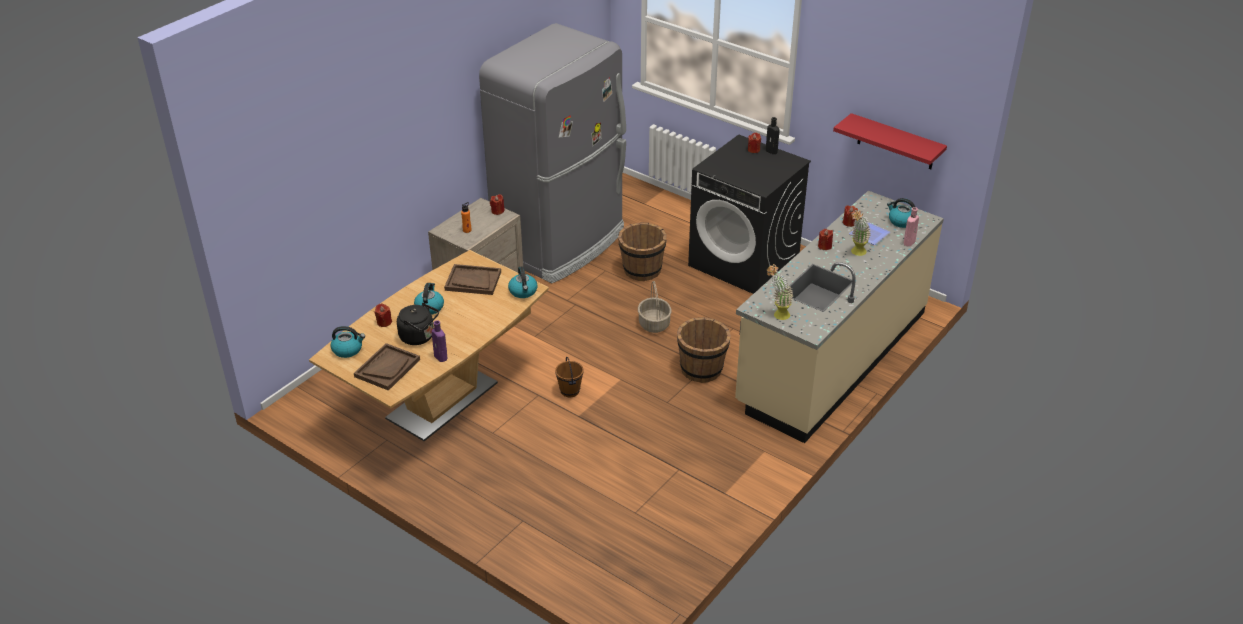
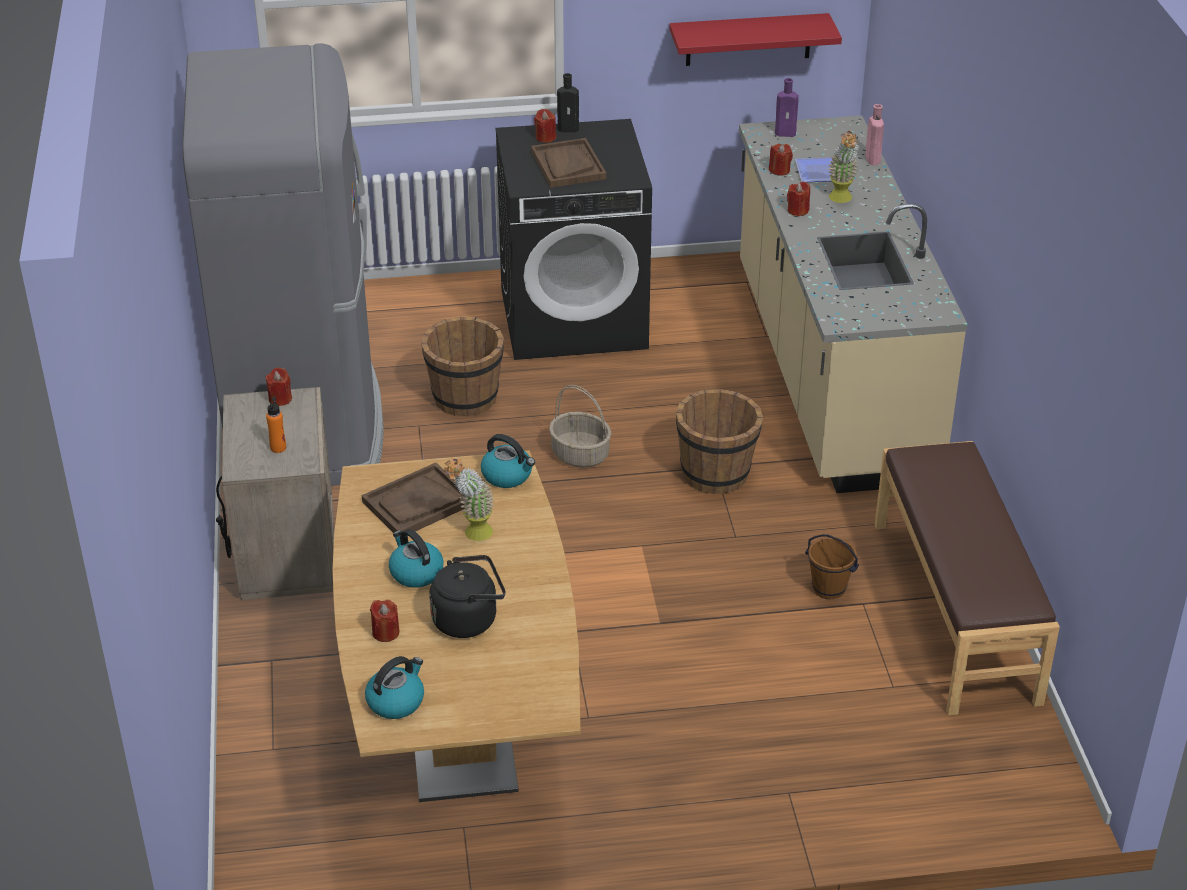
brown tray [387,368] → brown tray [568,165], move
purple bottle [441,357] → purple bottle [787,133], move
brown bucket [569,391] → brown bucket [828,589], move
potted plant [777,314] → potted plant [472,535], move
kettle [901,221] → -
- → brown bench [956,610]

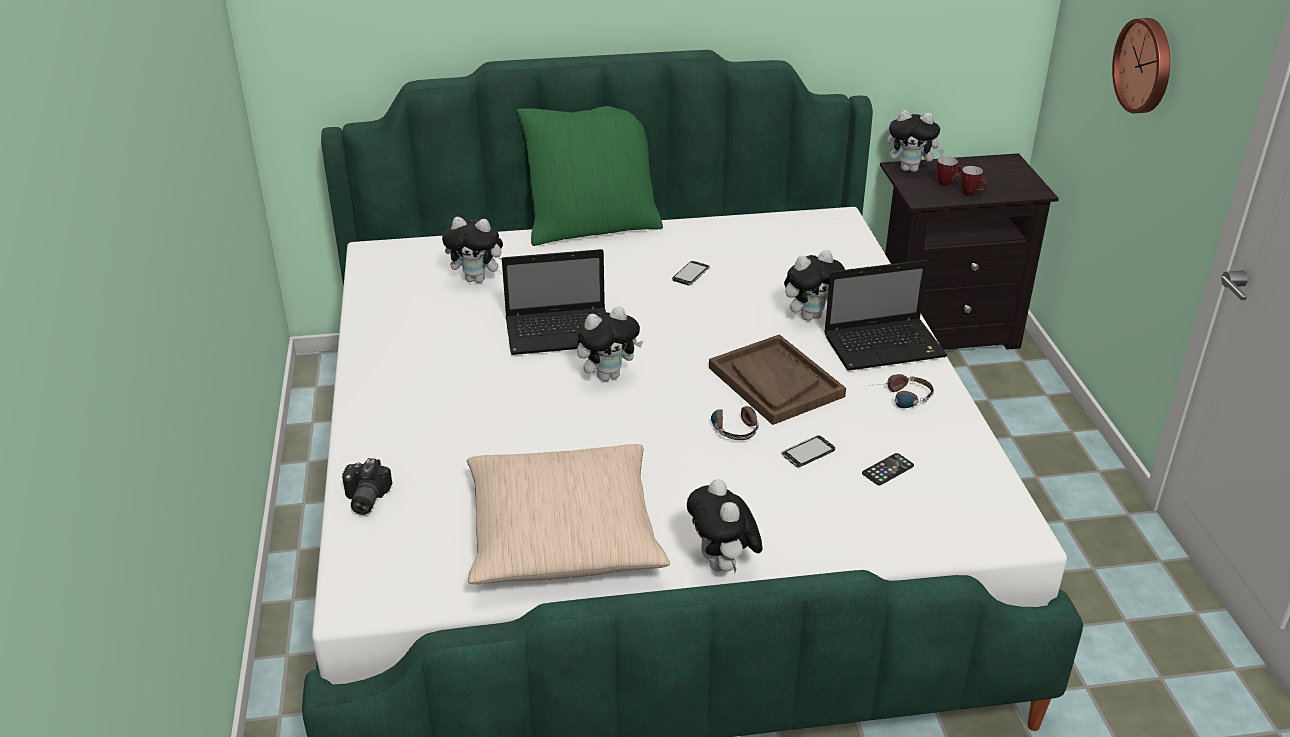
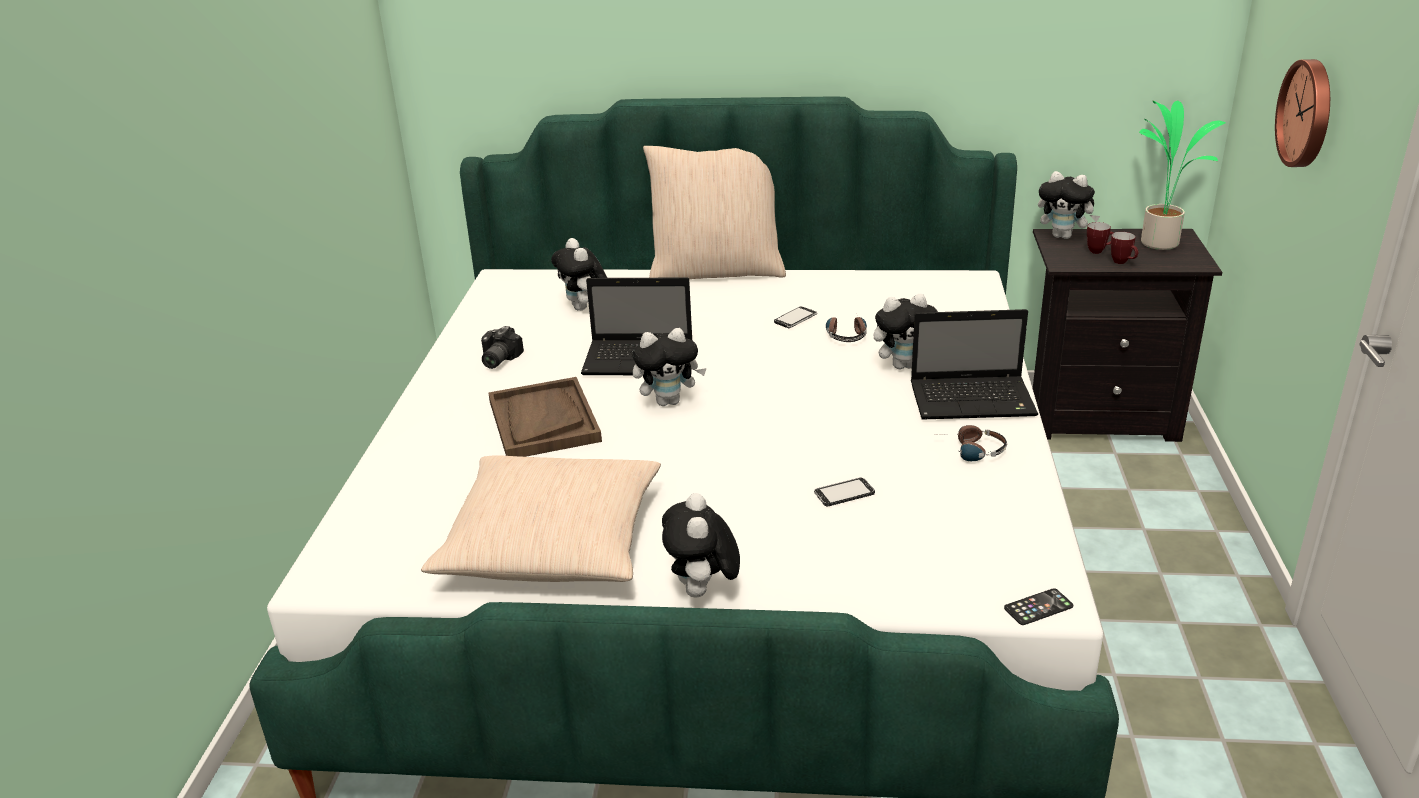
photo camera [363,499] → photo camera [497,360], move
plush toy [478,279] → plush toy [584,308], 45 degrees clockwise
green pillow [592,227] → beige pillow [717,271]
brown tray [775,382] → brown tray [543,421], move
headphones [733,426] → headphones [846,334], move
phone [887,470] → phone [1038,607], move
- → potted plant [1160,242]

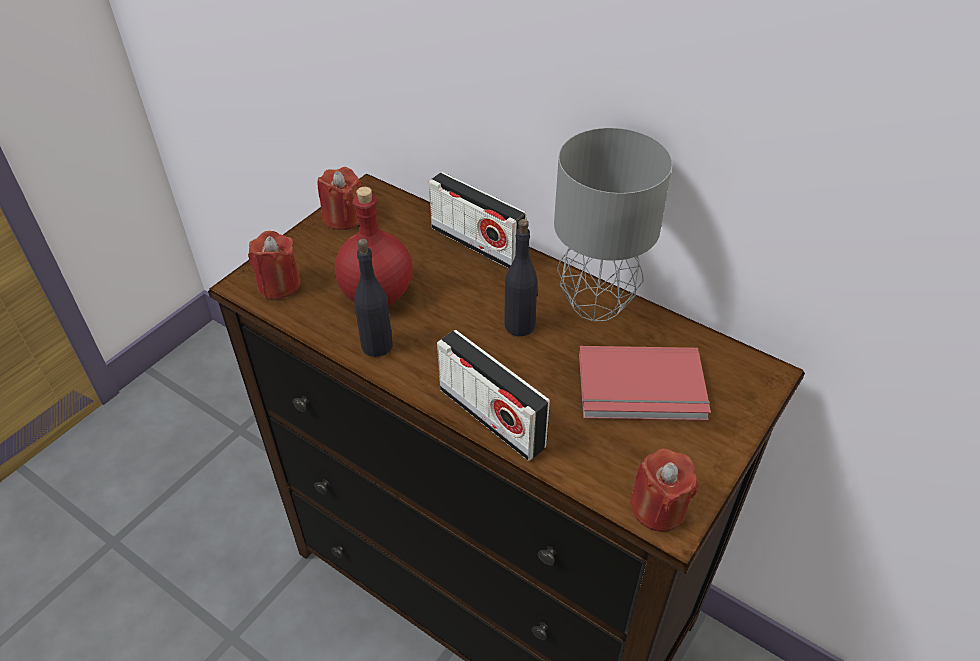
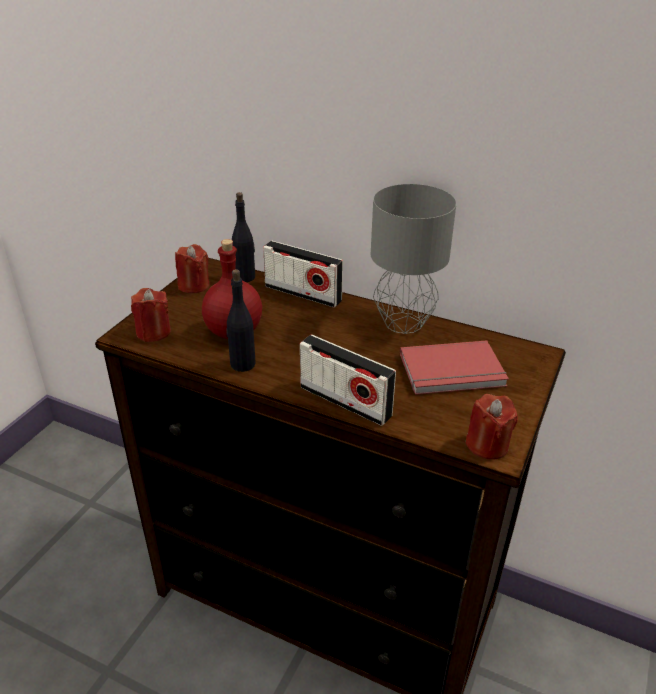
black bottle [520,325] → black bottle [245,277], move

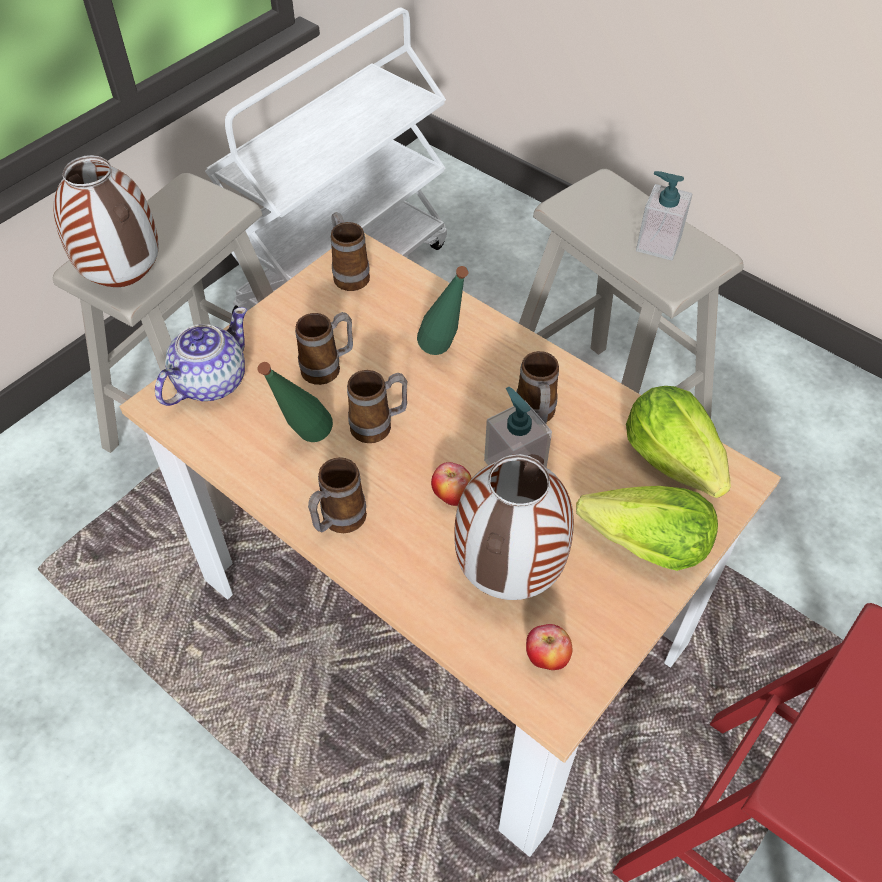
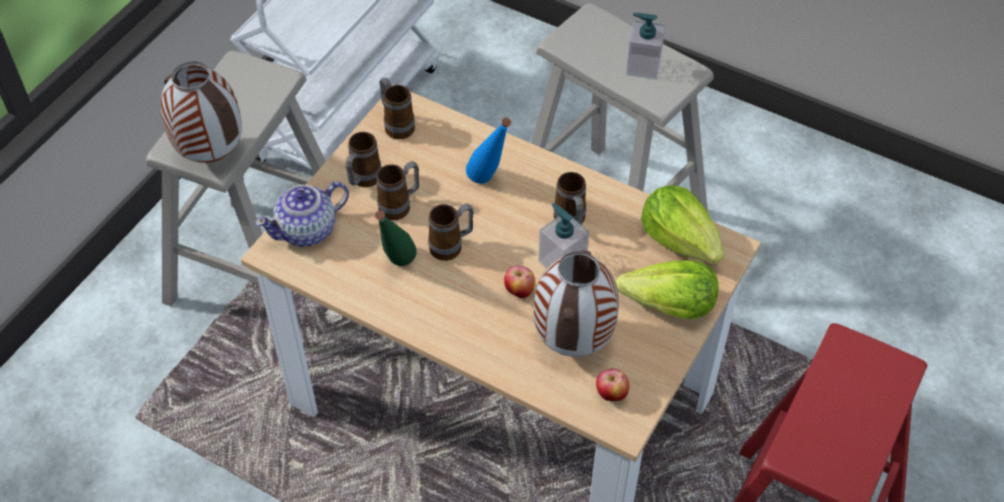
teapot [209,382] → teapot [308,230], 150 degrees counterclockwise
mug [338,522] → mug [363,181], move
green bottle [444,357] → blue bottle [490,184]

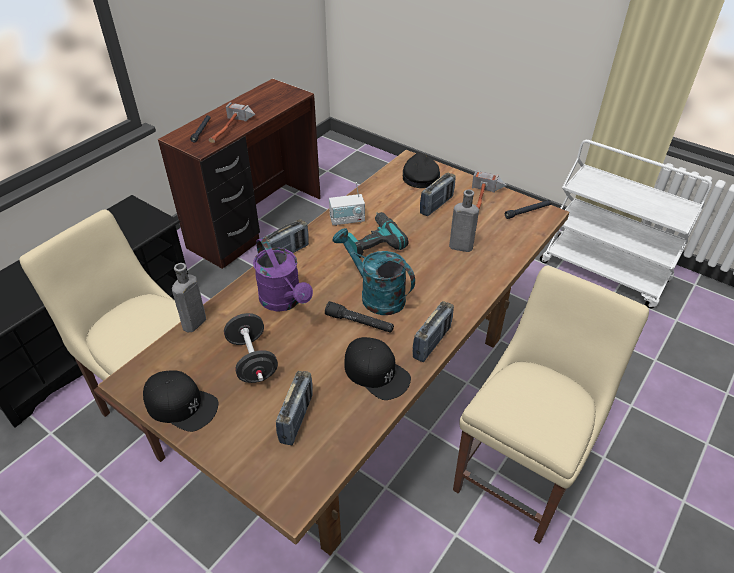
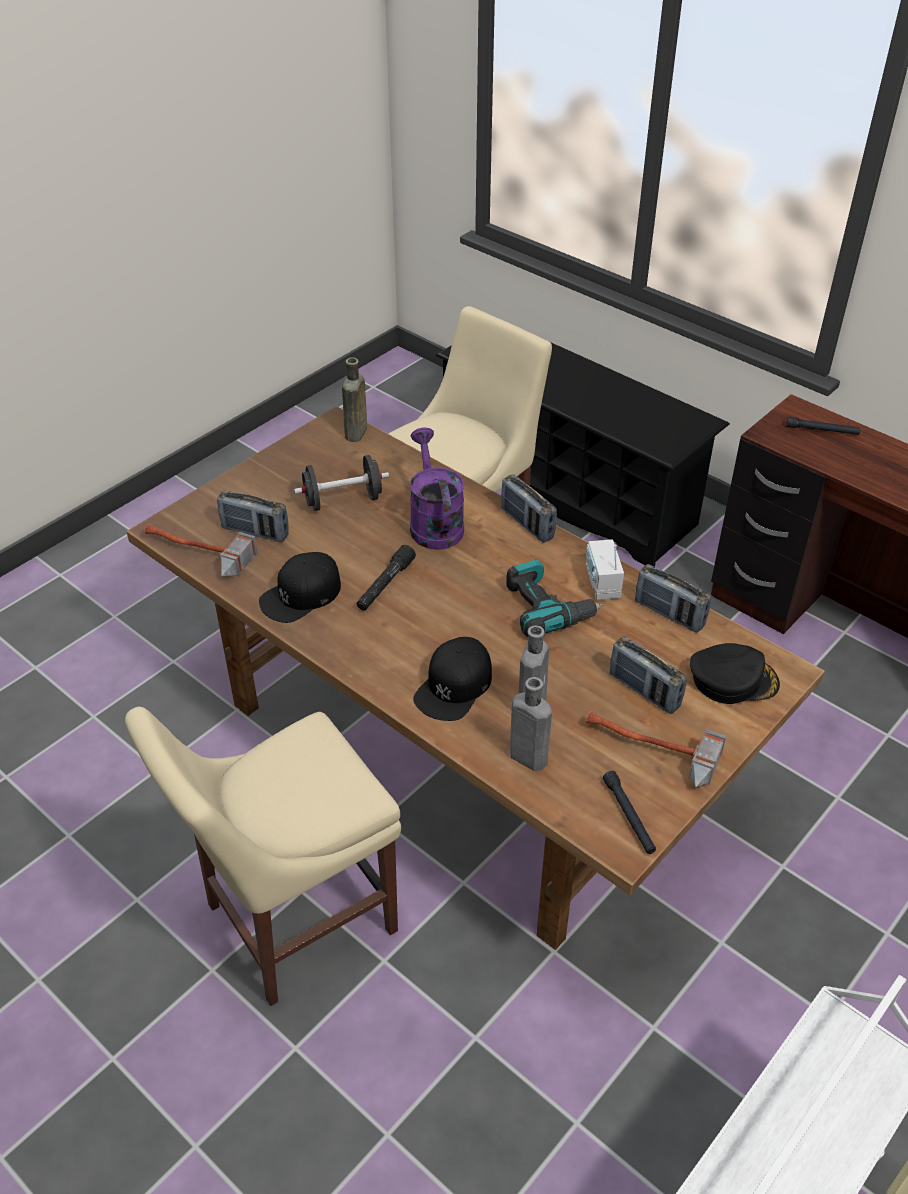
black cap [181,404] → black cap [454,686], move
grey bottle [193,324] → grey bottle [525,756], move
hammer [231,131] → hammer [194,555], move
purple watering can [284,301] → purple watering can [434,523], 105 degrees clockwise
turquoise watering can [376,295] → -
radio [432,343] → radio [669,614], move
beige chair [521,473] → beige chair [292,921], 105 degrees clockwise
- → brown bottle [355,434]

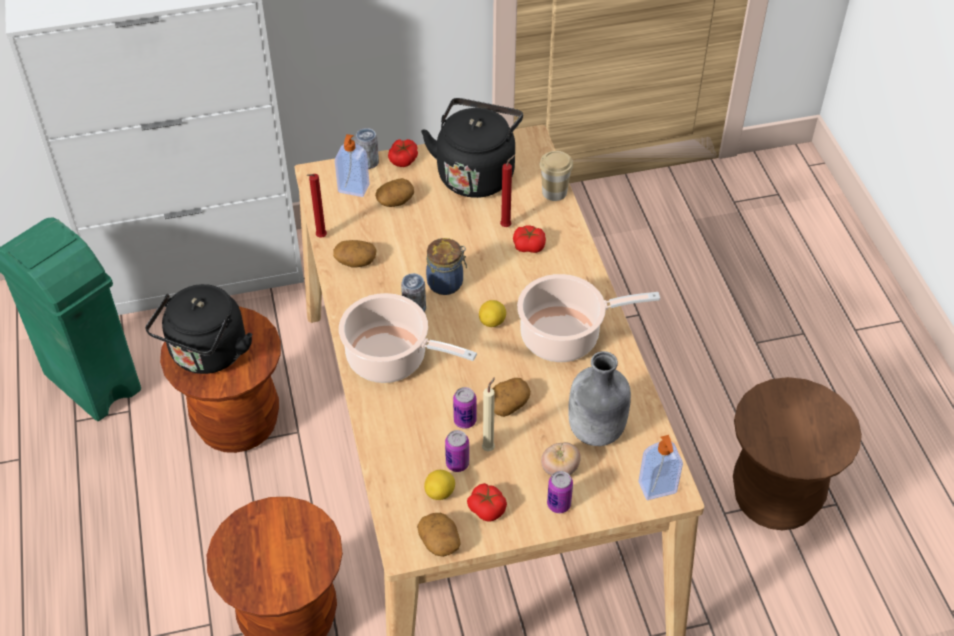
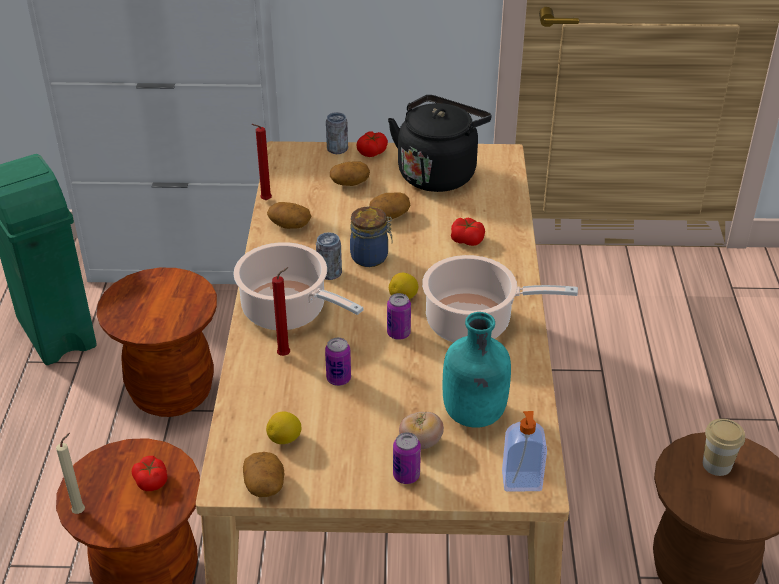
black kettle [207,355] → -
soap dispenser [353,189] → -
can [457,463] → can [398,333], move
tomato [487,508] → tomato [151,480], move
beige candle [489,447] → beige candle [81,511], move
potato [508,403] → potato [389,215], move
red candle [507,225] → red candle [286,355], move
cup [554,192] → cup [717,465], move
grey bottle [596,431] → turquoise bottle [473,415]

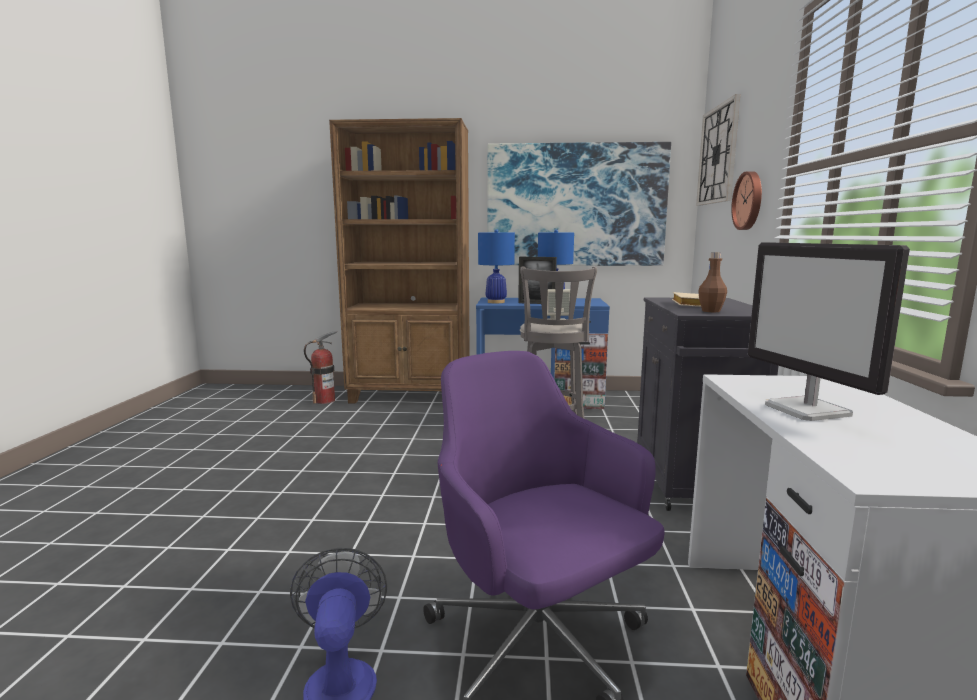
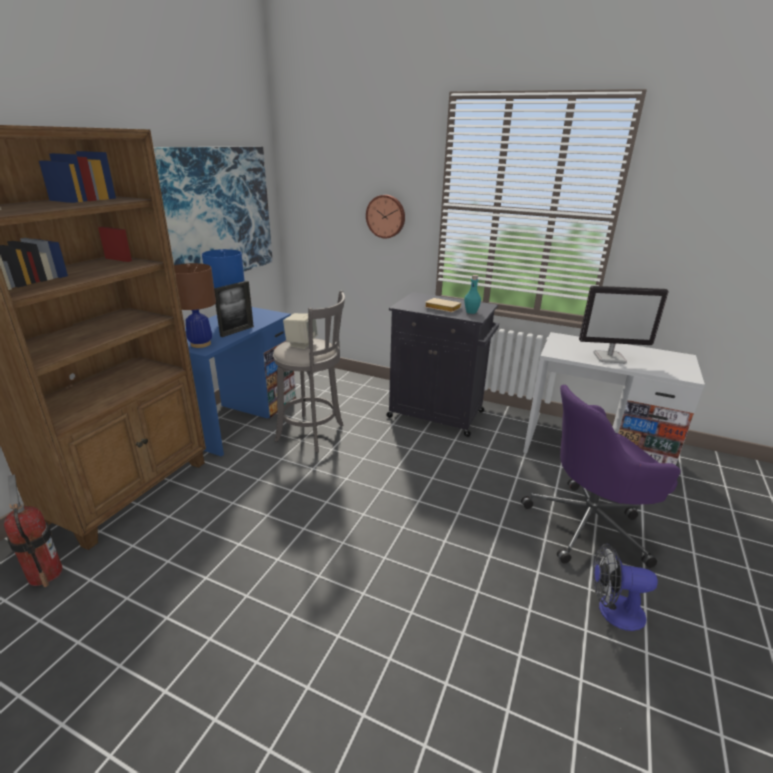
blue table lamp [496,302] → brown table lamp [200,344]
wall clock [718,155] → -
brown bottle [711,311] → turquoise bottle [471,312]

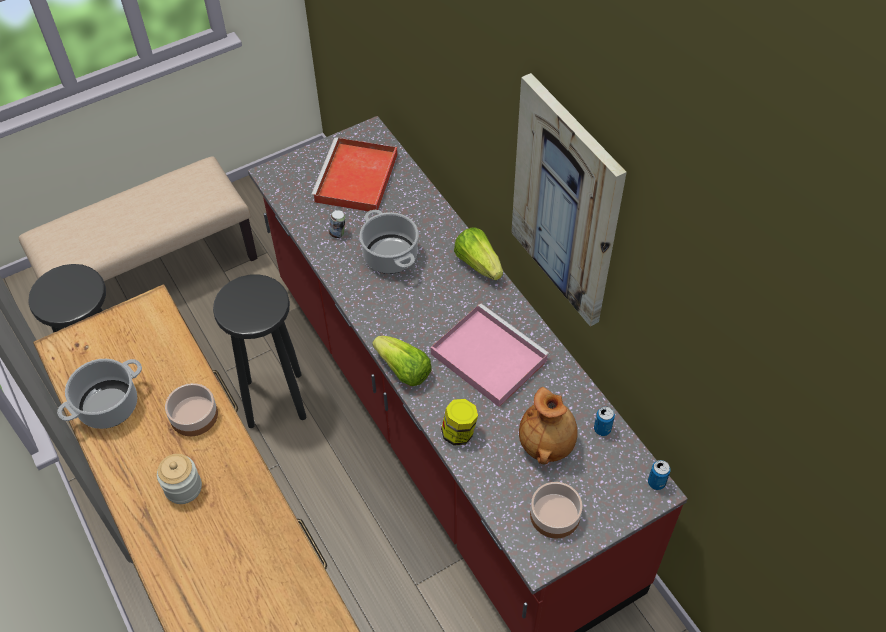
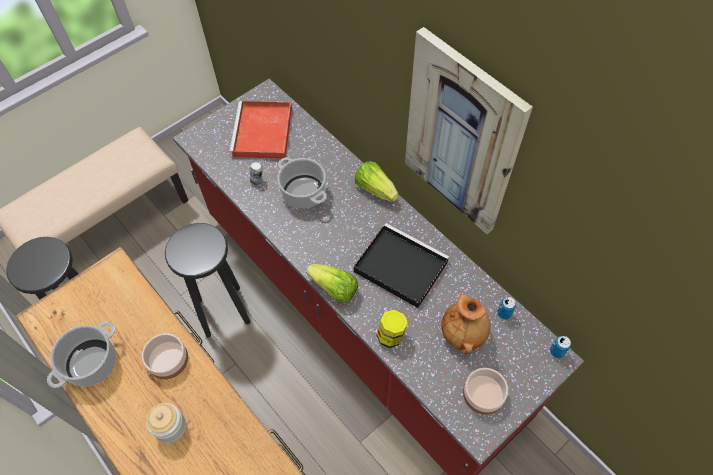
pink tray [486,356] → black tray [399,266]

